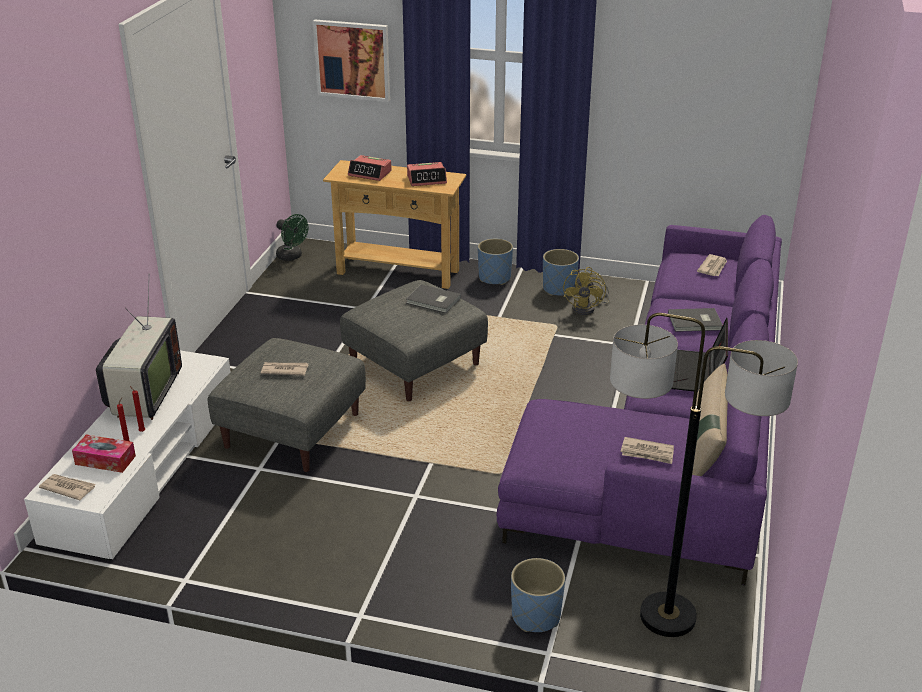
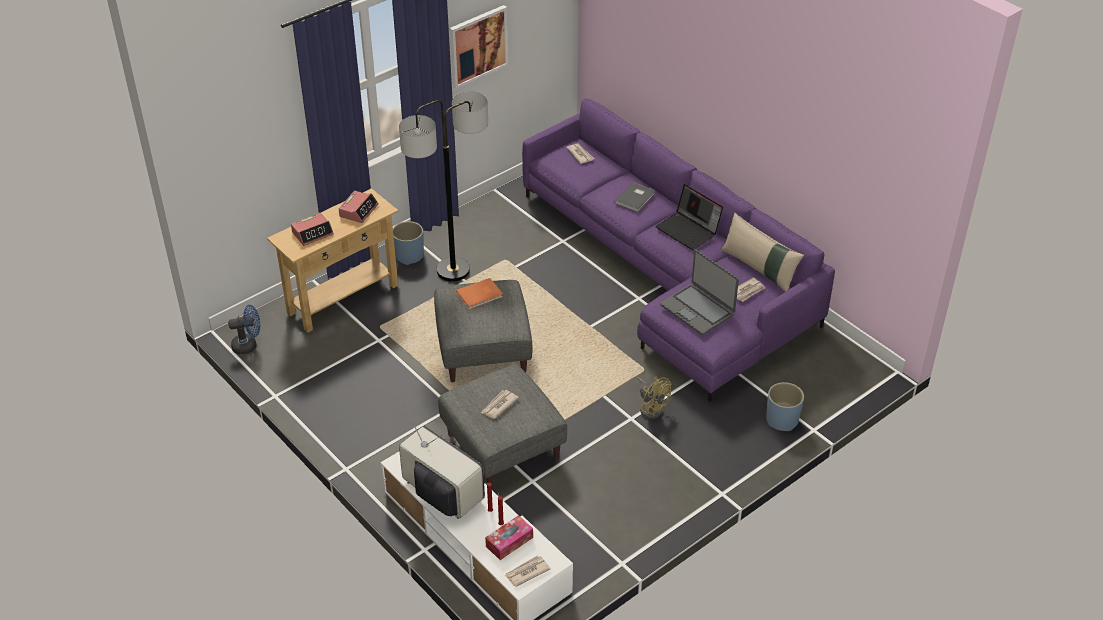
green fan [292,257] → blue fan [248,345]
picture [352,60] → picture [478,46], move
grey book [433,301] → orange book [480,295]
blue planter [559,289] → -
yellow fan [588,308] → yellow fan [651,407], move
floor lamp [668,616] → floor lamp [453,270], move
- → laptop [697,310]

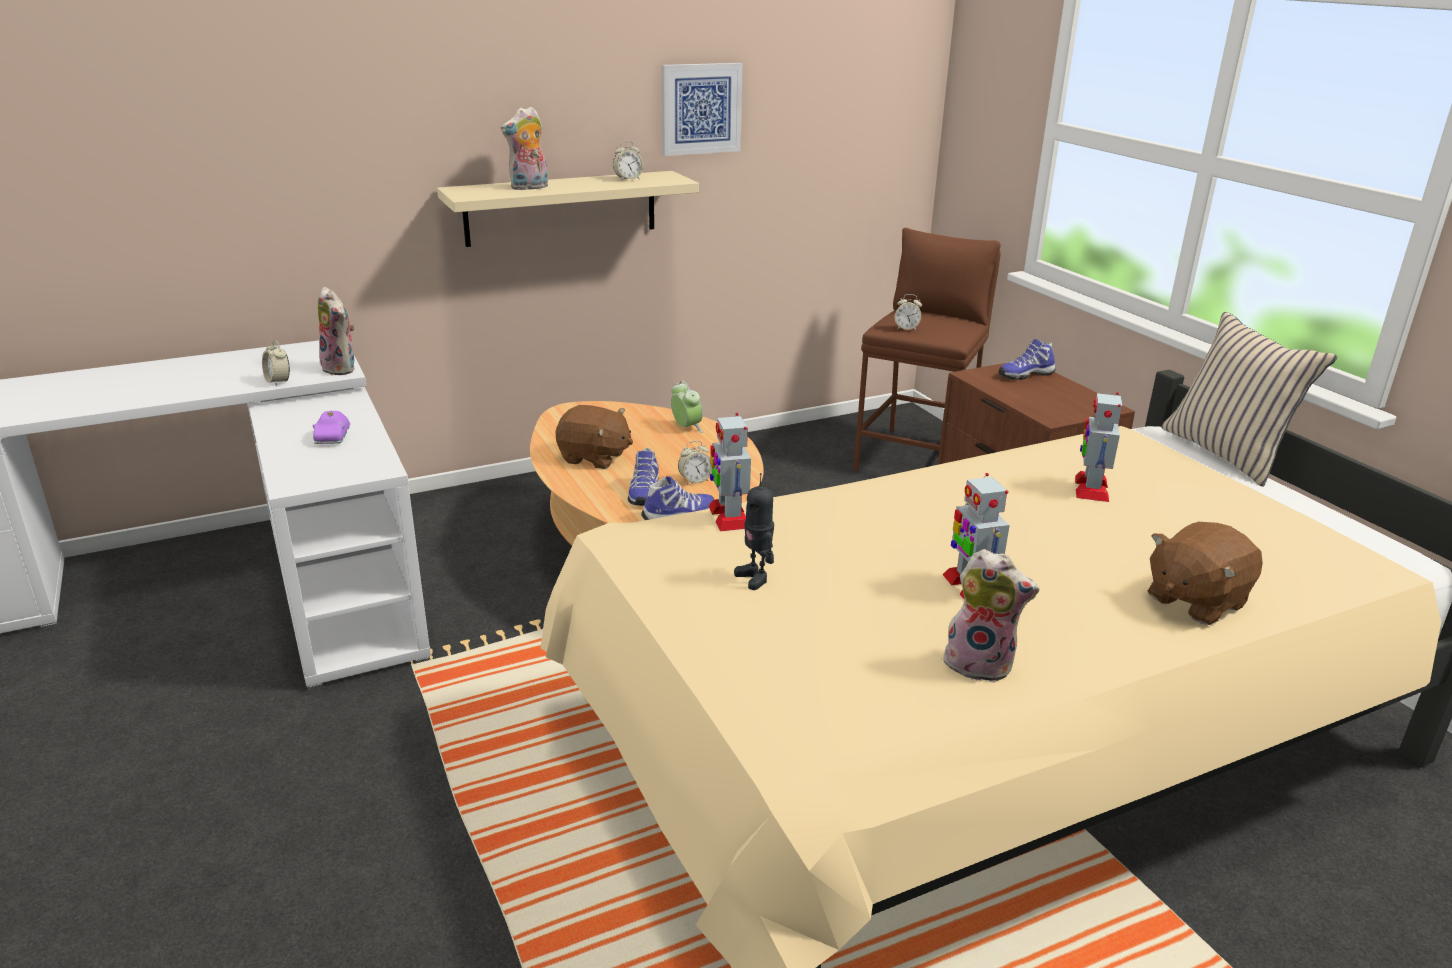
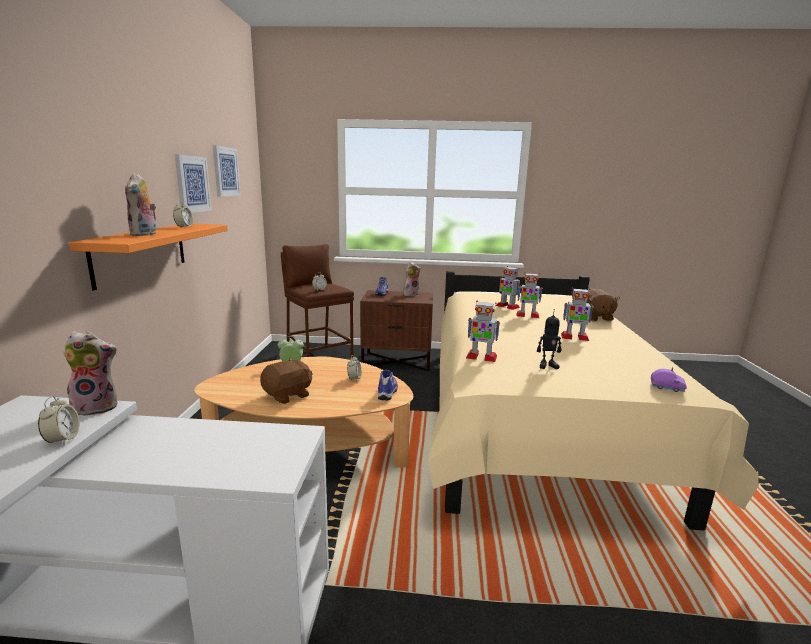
alarm clock [278,382] → alarm clock [63,439], 90 degrees counterclockwise
purple toy car [333,438] → purple toy car [666,387], move
beige shelf [561,208] → orange shelf [141,252]
shoe [643,493] → -
plush toy [980,664] → plush toy [410,294], move
beige pillow [1227,453] → -
- → picture [225,171]
- → toy robot [527,315]

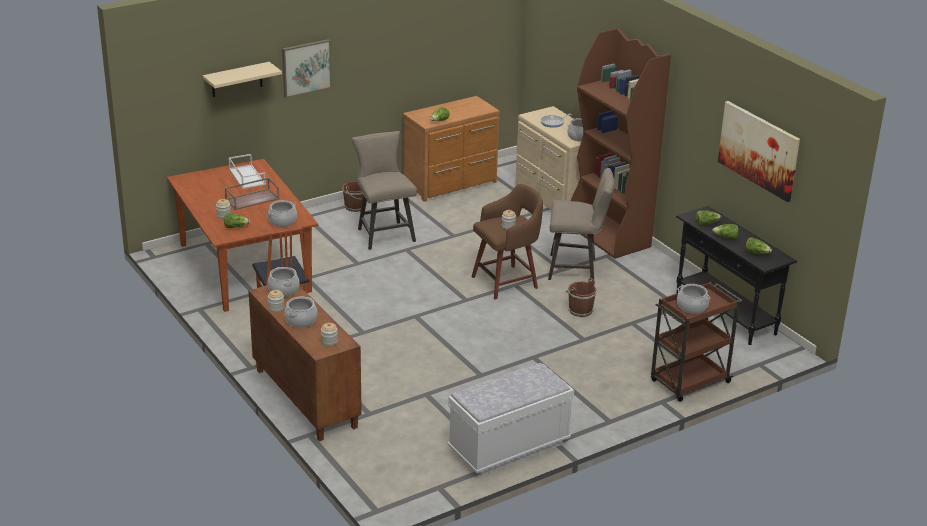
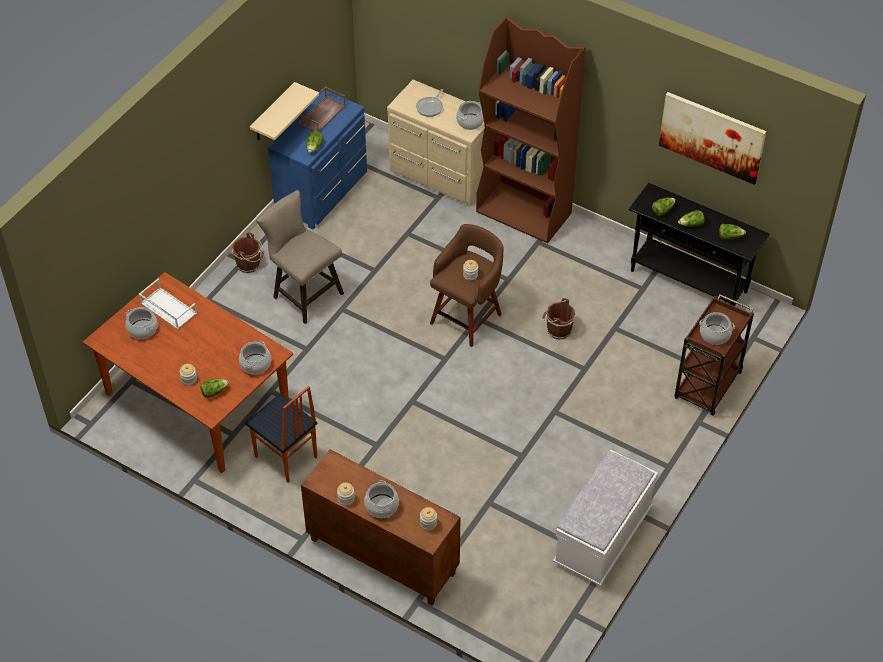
beige shelf [237,79] → beige shelf [273,113], move
brown tray [252,199] → brown tray [321,114], move
cooking pot [283,290] → cooking pot [142,329], move
picture [306,67] → -
brown dresser [451,184] → blue dresser [324,191]
beige stool [576,269] → -

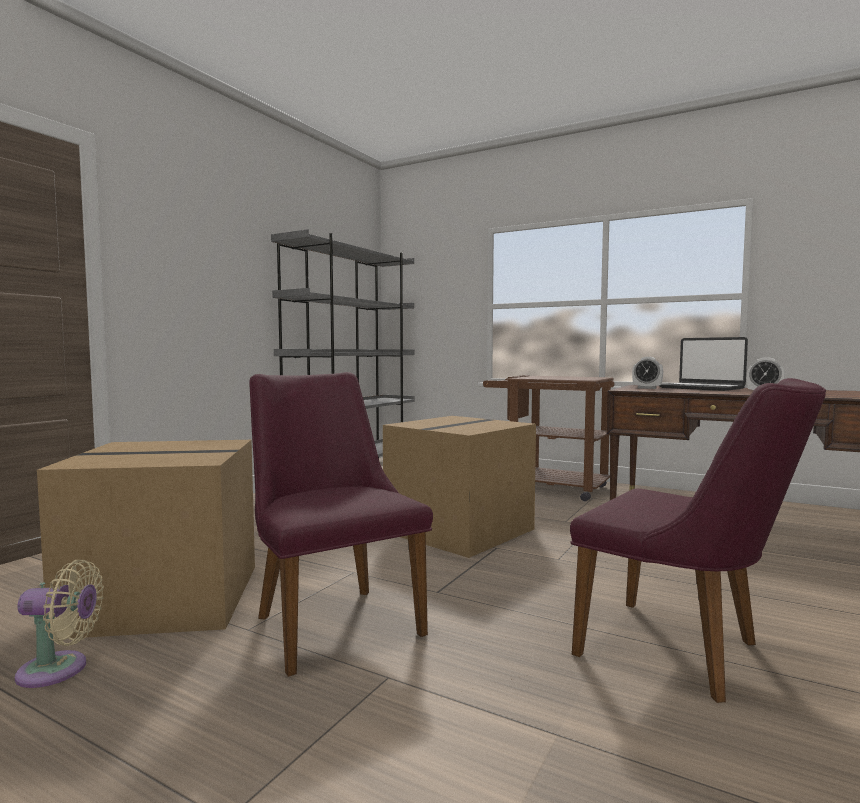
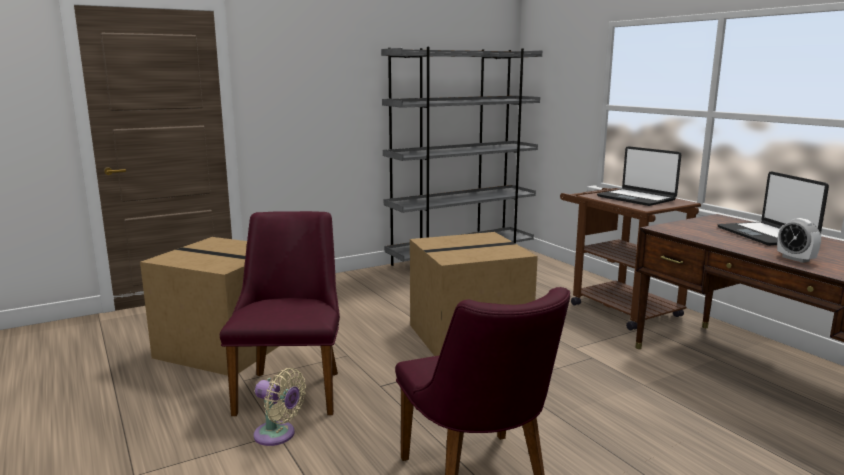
beige fan [59,670] → beige fan [278,435], move
alarm clock [647,388] → -
- → laptop [636,198]

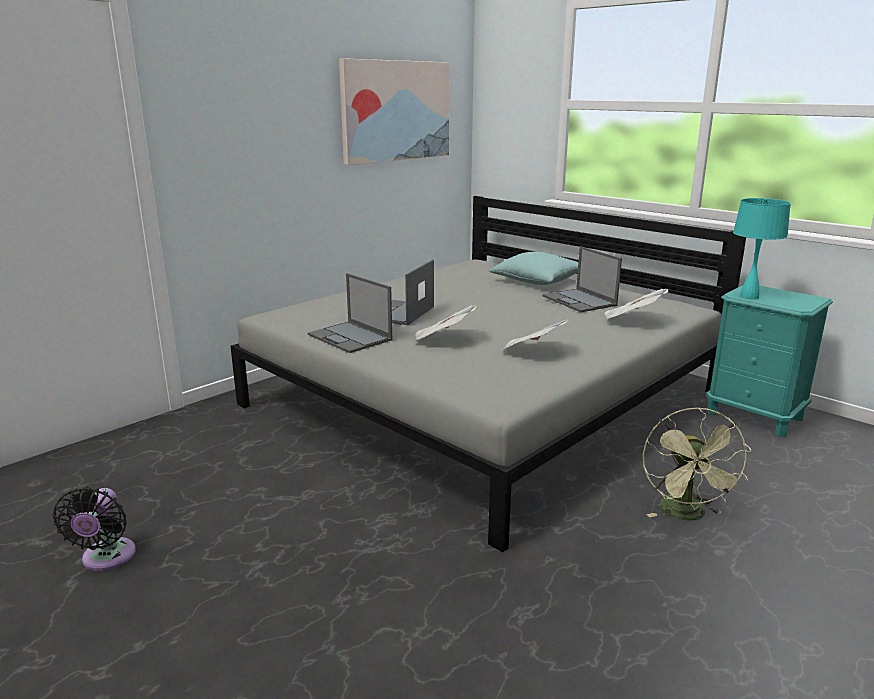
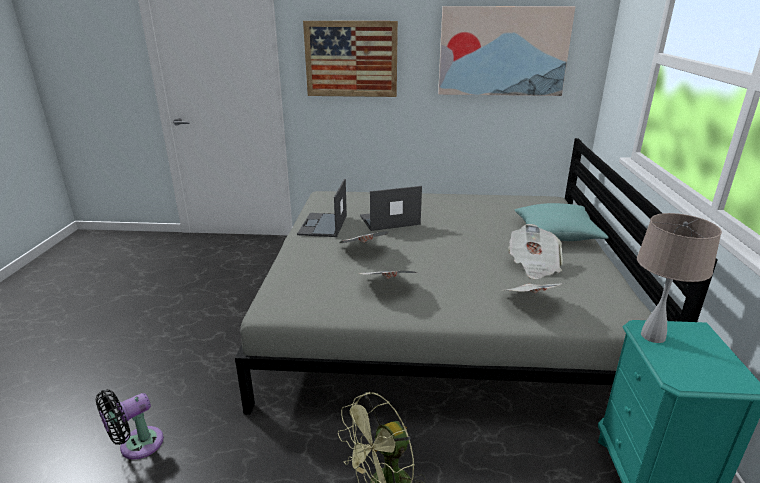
black fan [106,559] → black fan [137,445], move
laptop [580,301] → newspaper [533,265]
turquoise table lamp [749,296] → beige table lamp [652,335]
- → picture [351,59]

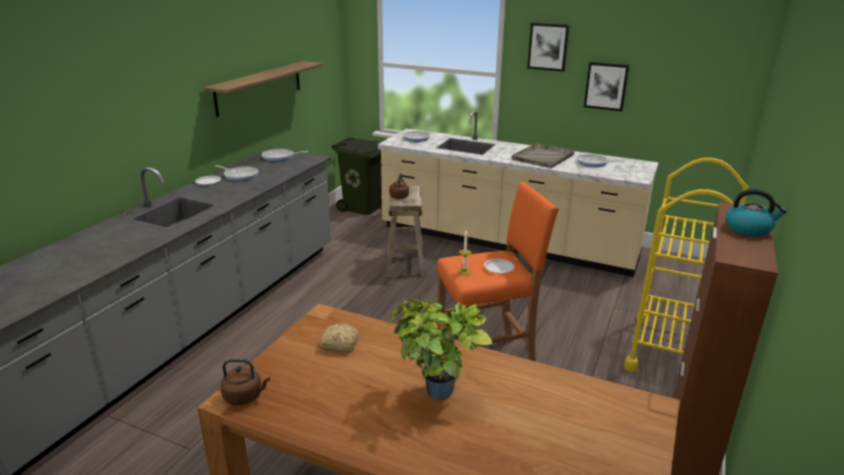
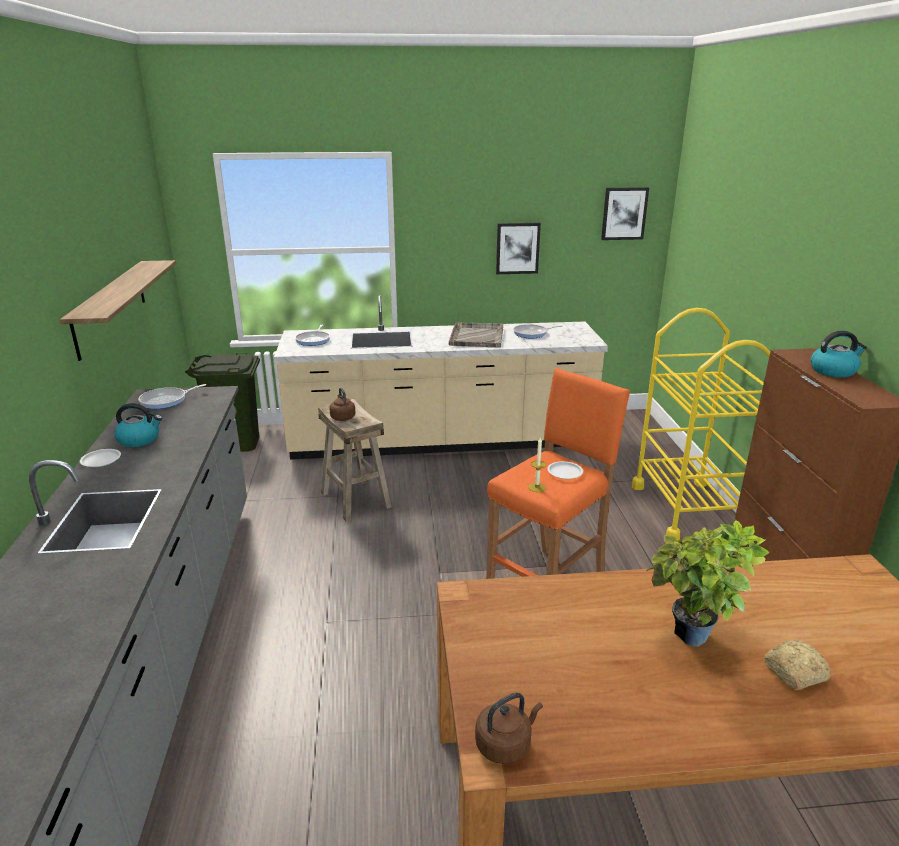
frying pan [240,175] → kettle [140,439]
bread [339,344] → bread [793,672], move
picture [548,47] → picture [624,213], move

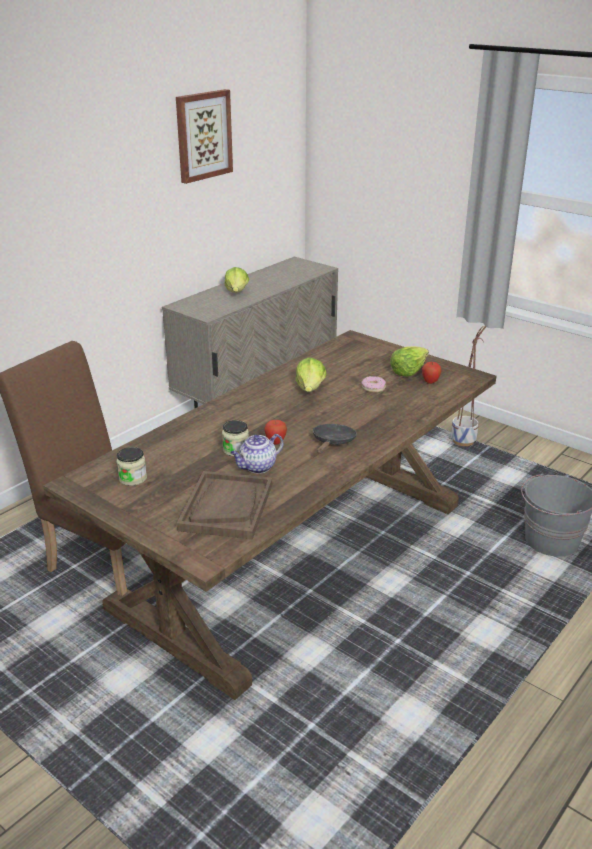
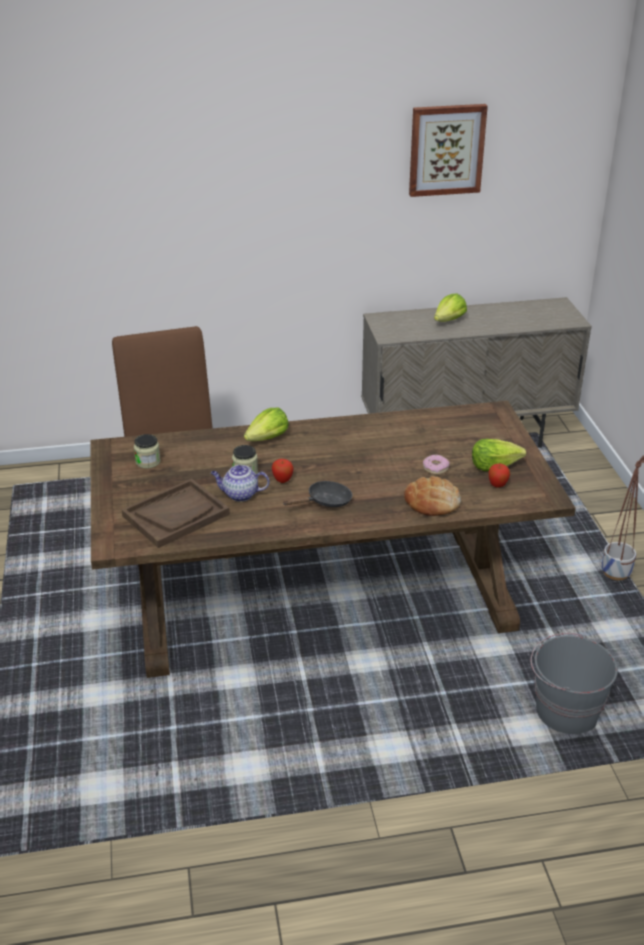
lettuce [310,388] → lettuce [268,438], move
- → bread [432,501]

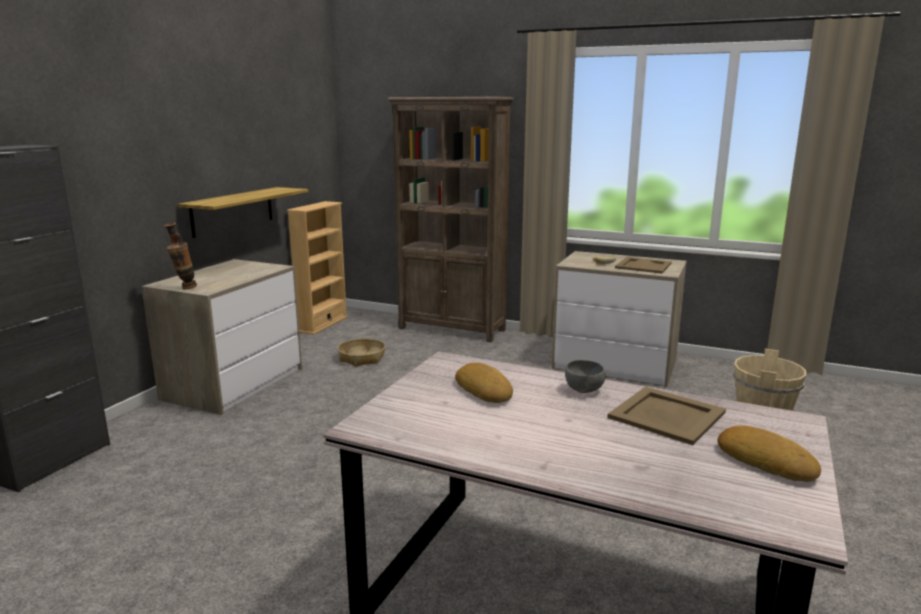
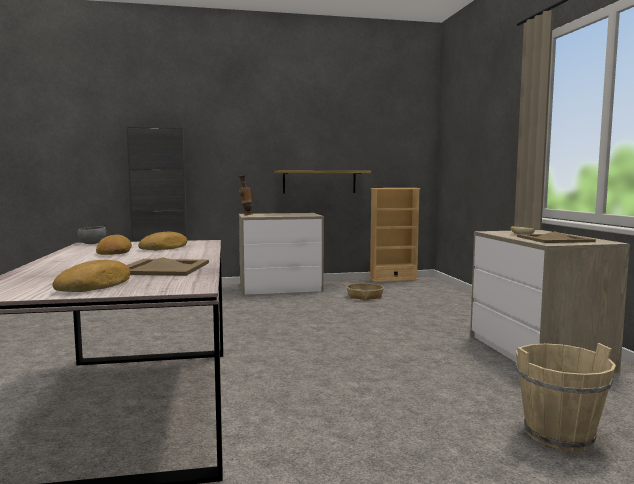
brown bookcase [452,329] → -
grey bowl [584,390] → grey bowl [92,244], move
- → bread [114,252]

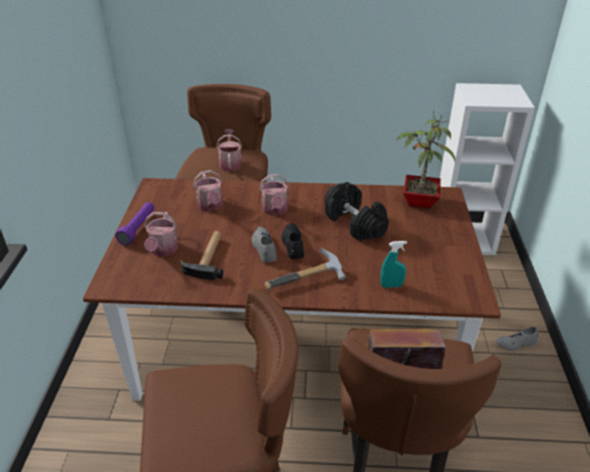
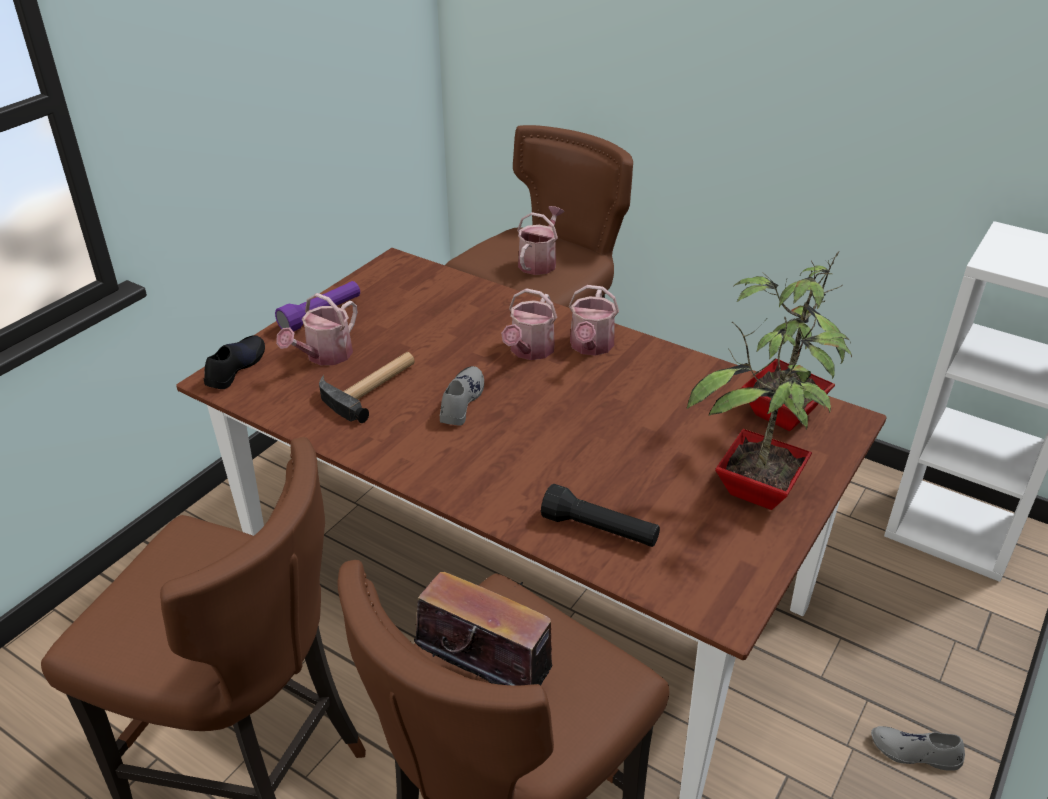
watering can [210,206] → watering can [590,347], move
hammer [308,281] → -
black shoe [293,245] → black shoe [235,368], move
black dumbbell [355,223] → -
turquoise spray bottle [391,285] → black flashlight [600,530]
- → potted plant [756,493]

